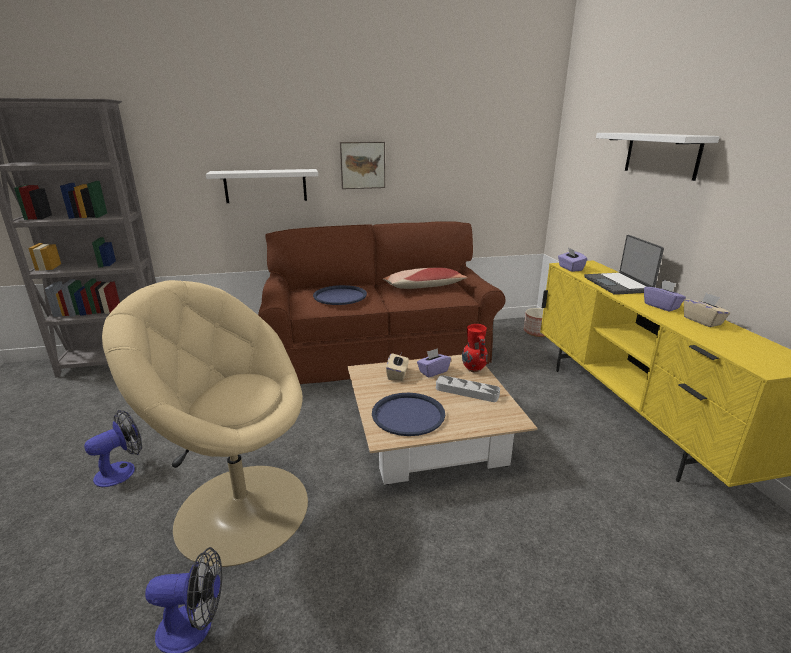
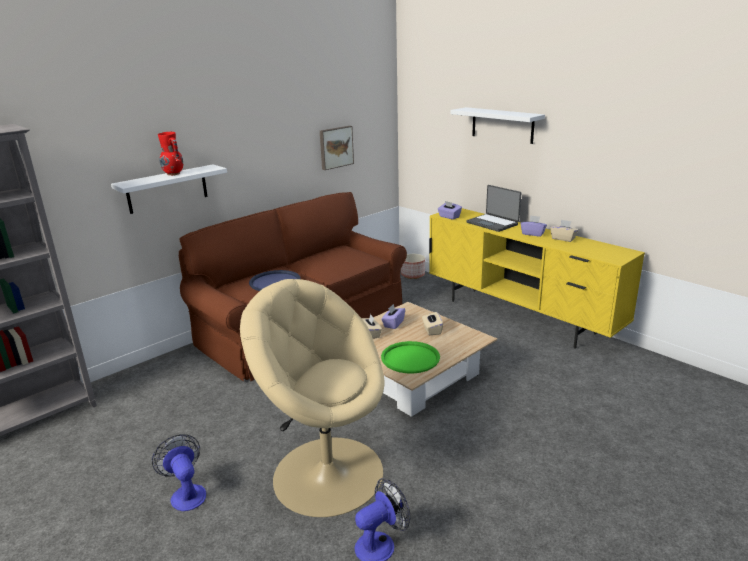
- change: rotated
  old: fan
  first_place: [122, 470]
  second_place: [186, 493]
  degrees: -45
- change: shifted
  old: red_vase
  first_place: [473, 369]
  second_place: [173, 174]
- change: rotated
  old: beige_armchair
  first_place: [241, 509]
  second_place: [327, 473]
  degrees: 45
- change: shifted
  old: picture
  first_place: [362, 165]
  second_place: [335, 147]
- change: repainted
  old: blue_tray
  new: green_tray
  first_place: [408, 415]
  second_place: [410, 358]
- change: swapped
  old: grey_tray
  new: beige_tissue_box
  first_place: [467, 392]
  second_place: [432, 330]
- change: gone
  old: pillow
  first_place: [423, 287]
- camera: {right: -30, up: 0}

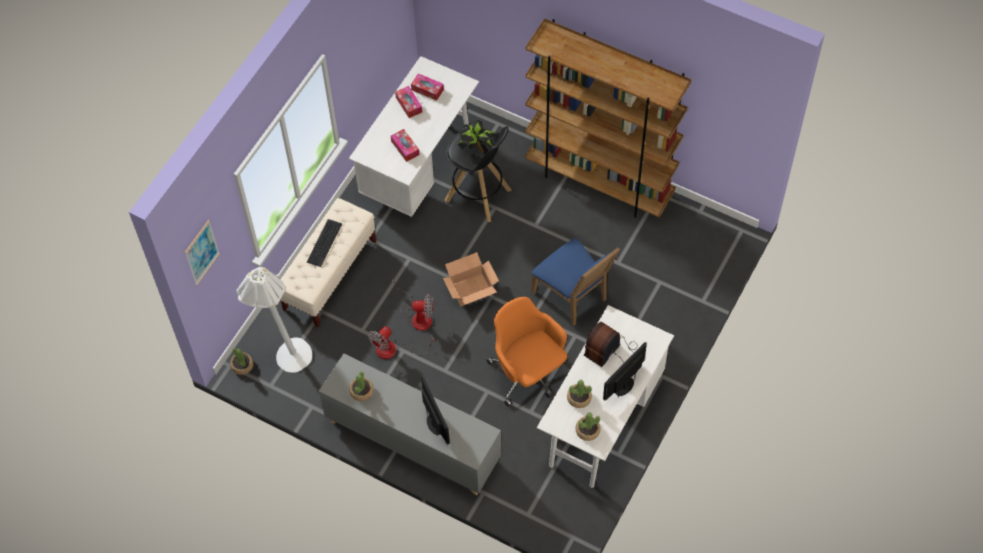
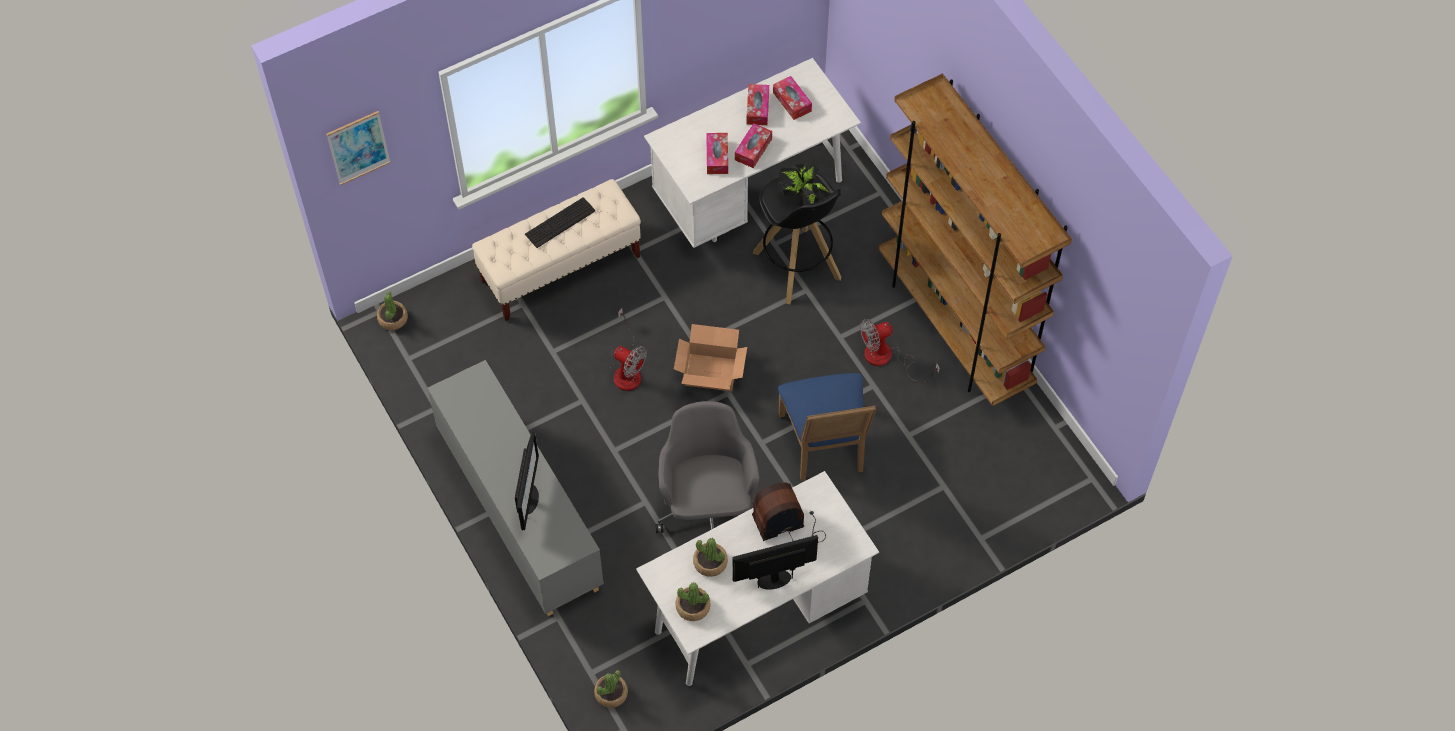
- change: shifted
  old: potted_plant
  first_place: [361, 391]
  second_place: [611, 693]
- change: repainted
  old: orange_office_chair
  new: grey_office_chair
  first_place: [528, 373]
  second_place: [708, 507]
- change: new
  new: tissue_box
  second_place: [753, 149]
- change: shifted
  old: fan
  first_place: [394, 349]
  second_place: [887, 358]
- change: gone
  old: white_floor_lamp
  first_place: [285, 356]
- camera: {right: 30, up: 0}

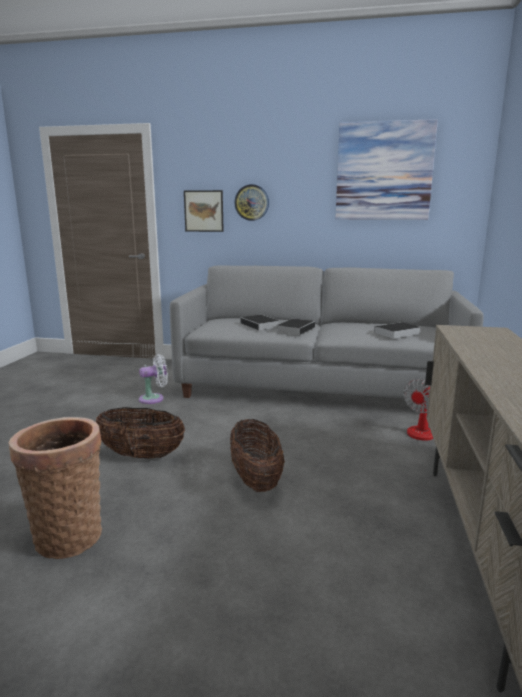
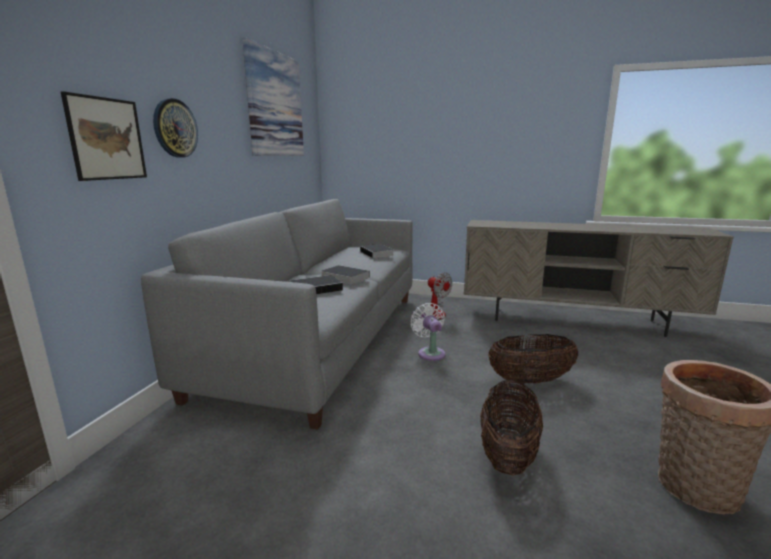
- change: shifted
  old: white_fan
  first_place: [154, 398]
  second_place: [430, 352]
- camera: {right: -85, up: 0}

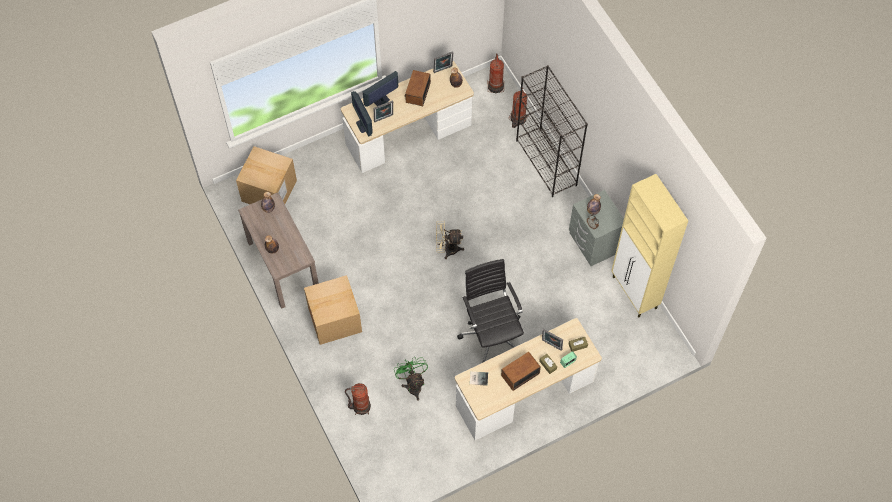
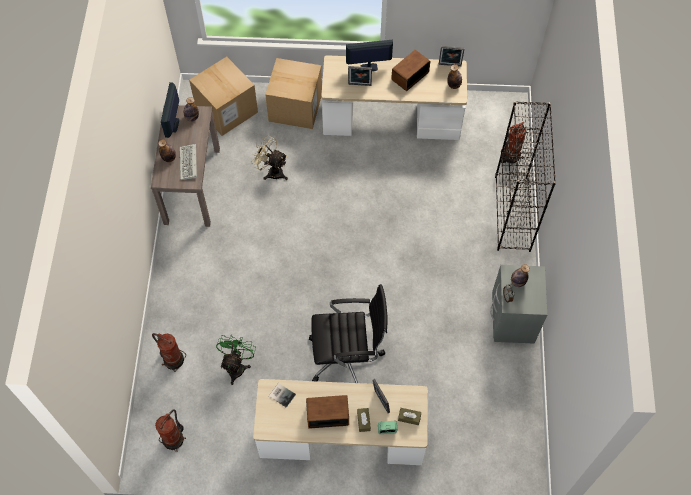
- change: shifted
  old: fire_extinguisher
  first_place: [496, 86]
  second_place: [174, 439]
- change: shifted
  old: monitor
  first_place: [362, 126]
  second_place: [173, 125]
- change: new
  new: keyboard
  second_place: [189, 163]
- change: shifted
  old: beige_fan
  first_place: [447, 249]
  second_place: [272, 171]
- change: shifted
  old: cardboard_box
  first_place: [334, 319]
  second_place: [295, 107]
- change: rotated
  old: black_office_chair
  first_place: [491, 334]
  second_place: [347, 357]
  degrees: 75
- change: gone
  old: beige_cabinet
  first_place: [634, 293]
- camera: {right: 30, up: 0}

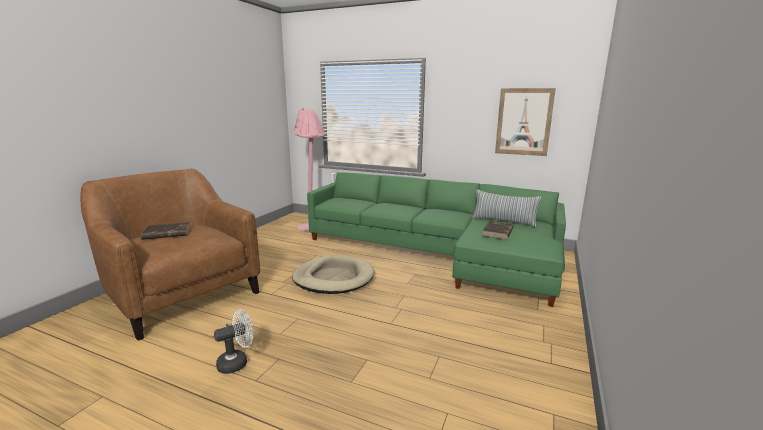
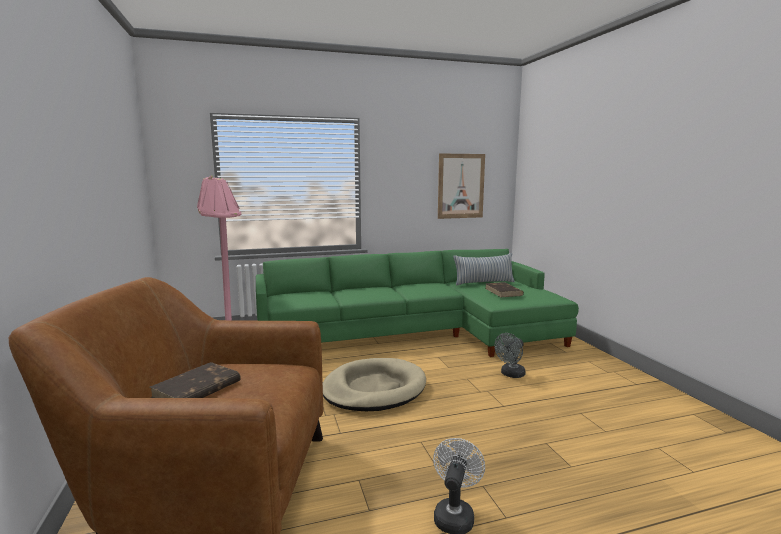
- change: new
  new: grey_fan
  second_place: [510, 374]
- camera: {right: -40, up: -5}

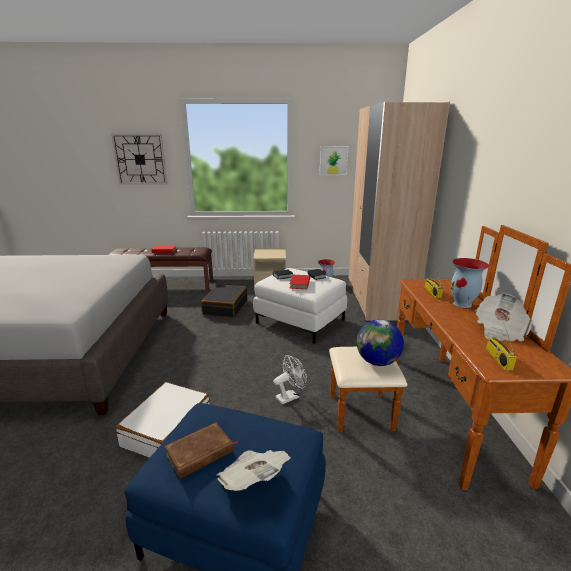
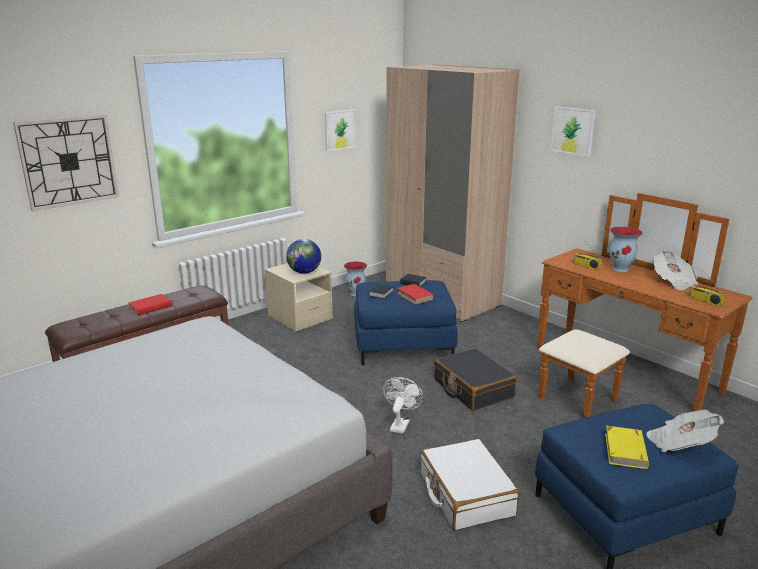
- change: shifted
  old: globe
  first_place: [377, 362]
  second_place: [304, 272]
- change: repainted
  old: white_ottoman
  new: blue_ottoman
  first_place: [300, 321]
  second_place: [403, 345]
- change: shifted
  old: white_fan
  first_place: [290, 396]
  second_place: [400, 424]
- change: shifted
  old: black_suitcase
  first_place: [225, 307]
  second_place: [472, 389]
- change: new
  new: picture
  second_place: [573, 131]
- change: repainted
  old: brown_book
  new: yellow_book
  first_place: [200, 453]
  second_place: [625, 450]
- camera: {right: -40, up: 0}

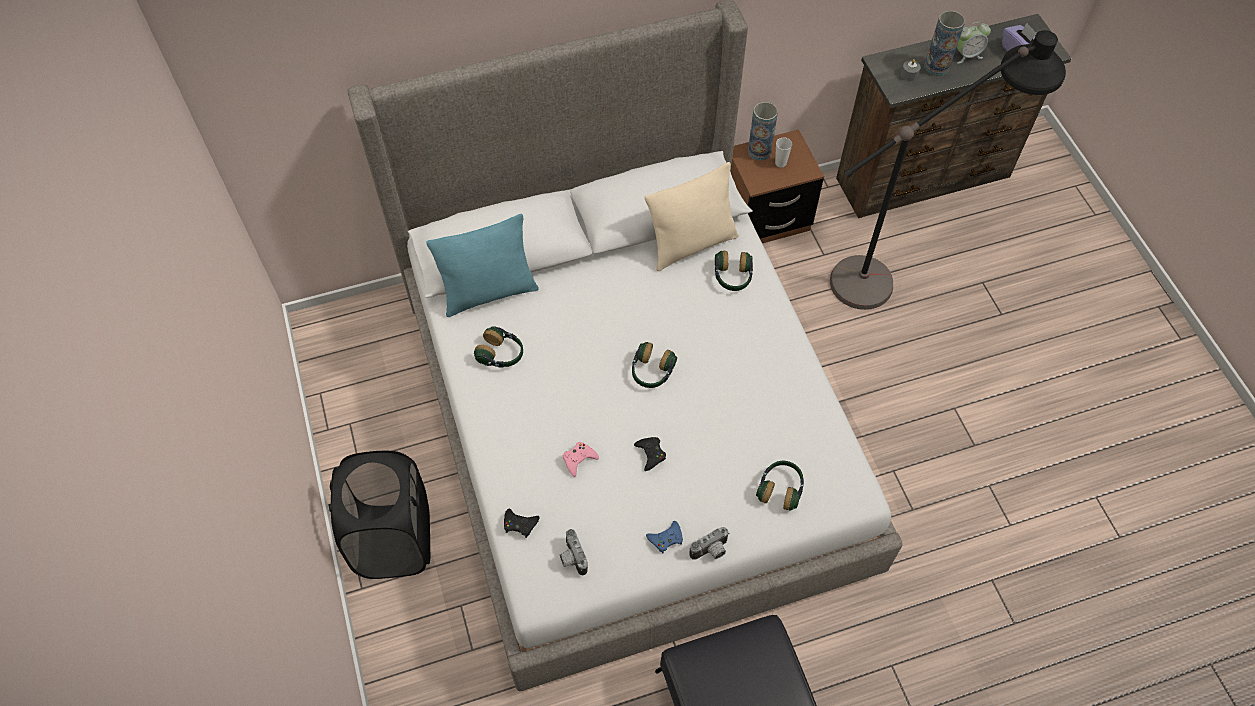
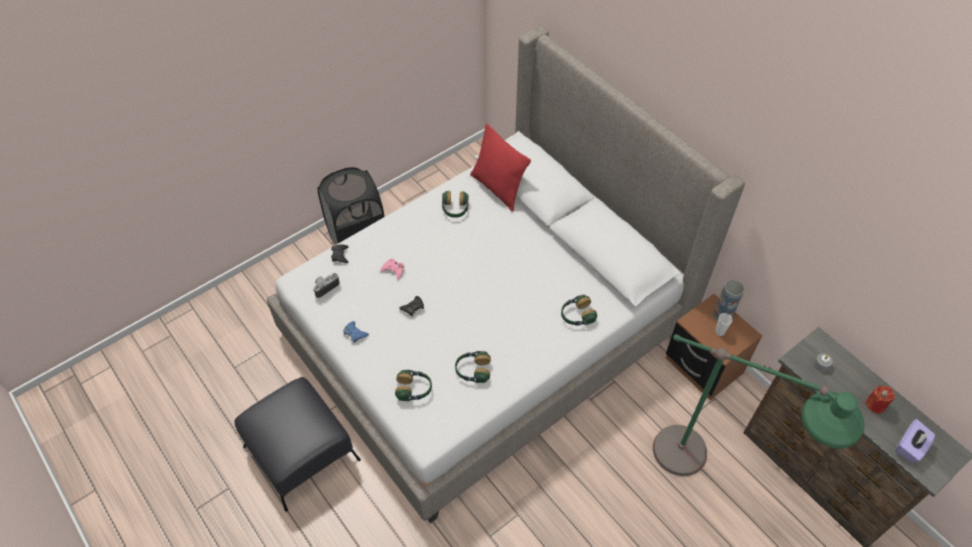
- change: shifted
  old: headphones
  first_place: [651, 372]
  second_place: [472, 371]
- change: repainted
  old: turquoise_pillow
  new: red_pillow
  first_place: [489, 293]
  second_place: [498, 188]
- change: repainted
  old: black_floor_lamp
  new: green_floor_lamp
  first_place: [900, 268]
  second_place: [710, 477]
- change: swapped
  old: alarm_clock
  new: red_candle
  first_place: [967, 55]
  second_place: [875, 404]
- change: gone
  old: beige_pillow
  first_place: [691, 245]
- change: gone
  old: photo_camera
  first_place: [711, 551]
- change: gone
  old: vase
  first_place: [936, 67]
- camera: {right: 70, up: -5}

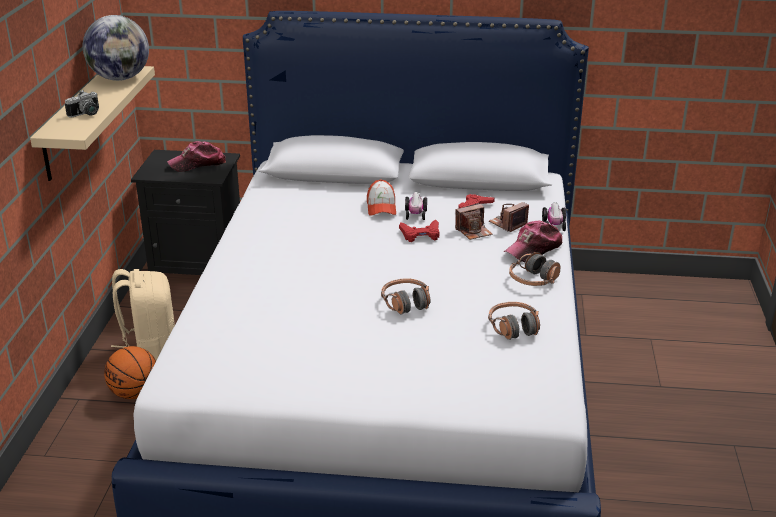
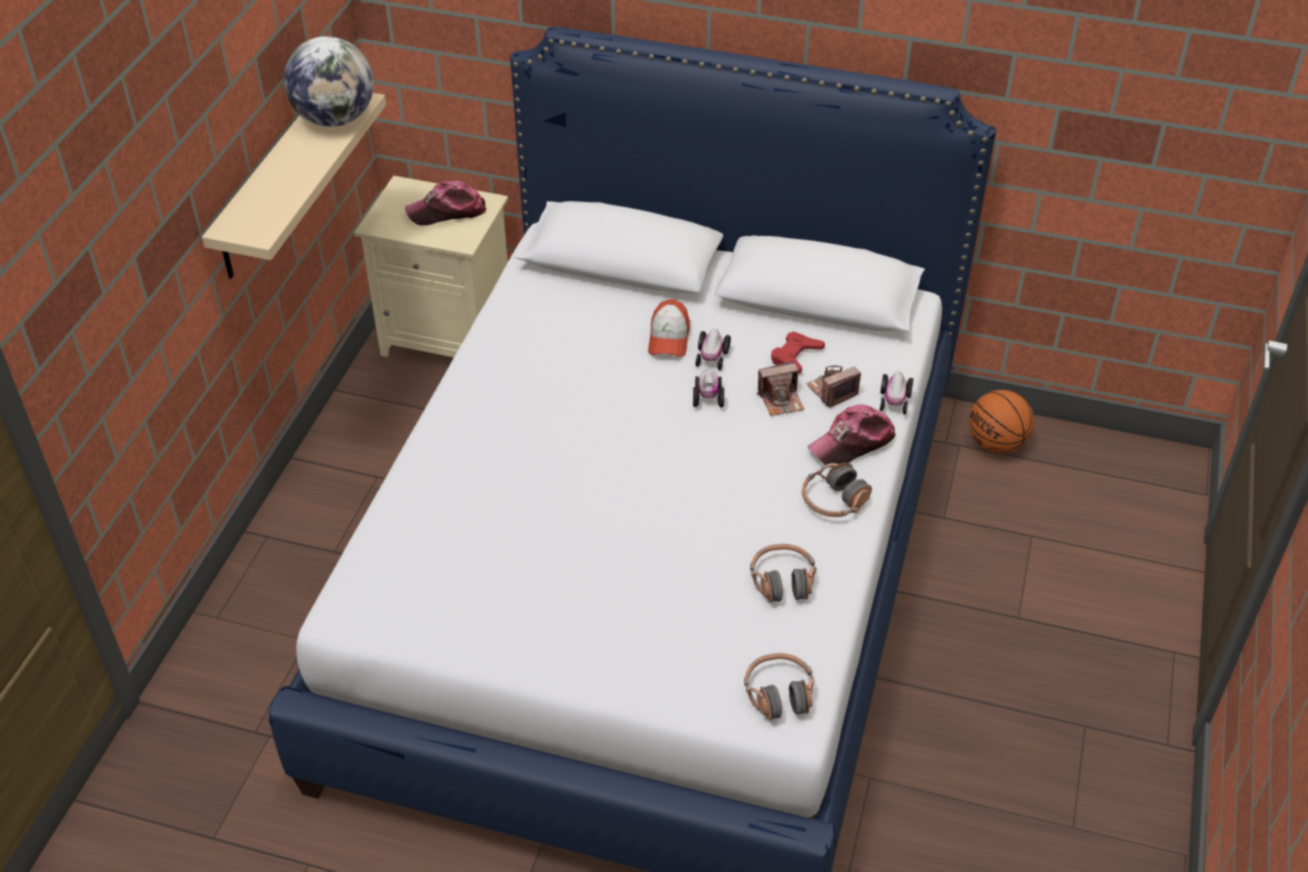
- change: repainted
  old: black_nightstand
  new: beige_nightstand
  first_place: [200, 269]
  second_place: [450, 337]
- change: swapped
  old: red_game_controller
  new: toy_car
  first_place: [420, 234]
  second_place: [708, 397]
- change: shifted
  old: headphones
  first_place: [406, 303]
  second_place: [779, 694]
- change: shifted
  old: basketball
  first_place: [134, 393]
  second_place: [996, 444]
- change: gone
  old: photo_camera
  first_place: [86, 114]
- change: gone
  old: beige_backpack
  first_place: [149, 351]
- camera: {right: 10, up: 15}

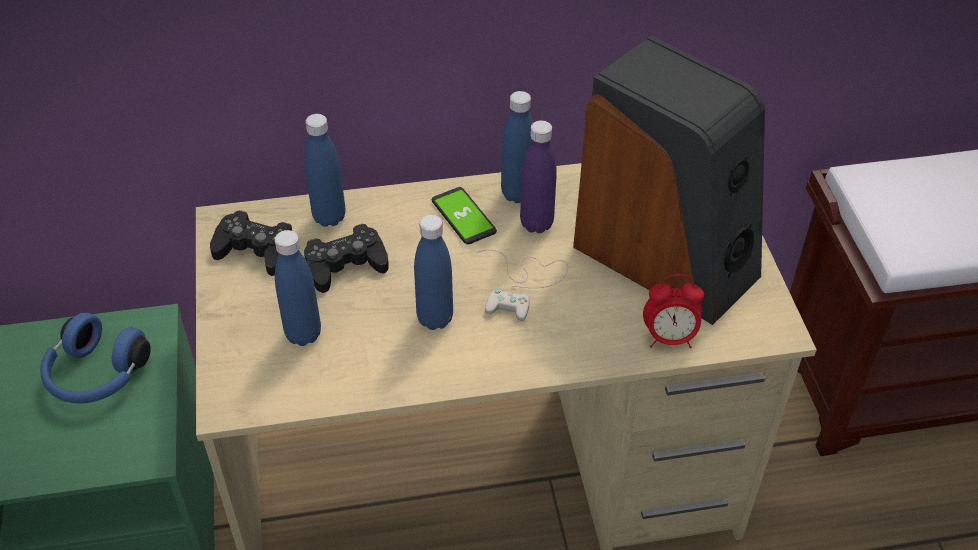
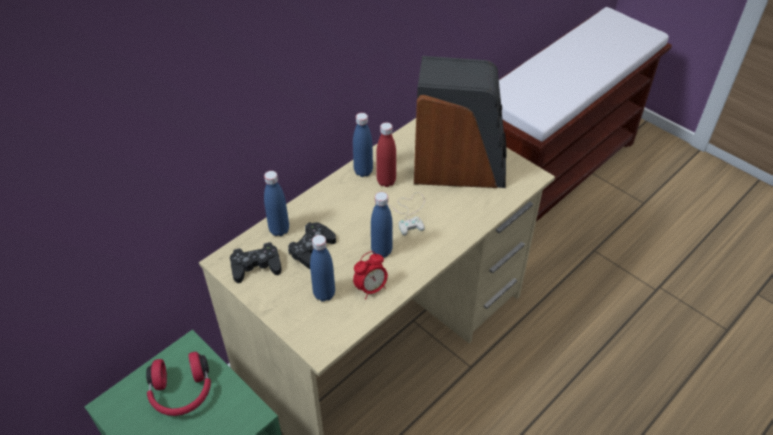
- change: repainted
  old: blue_headphones
  new: red_headphones
  first_place: [96, 376]
  second_place: [182, 393]
- change: shifted
  old: alarm_clock
  first_place: [669, 338]
  second_place: [371, 289]
- change: repainted
  old: purple_bottle
  new: red_bottle
  first_place: [536, 224]
  second_place: [386, 181]
- change: gone
  old: phone
  first_place: [463, 216]
- camera: {right: -35, up: 0}

